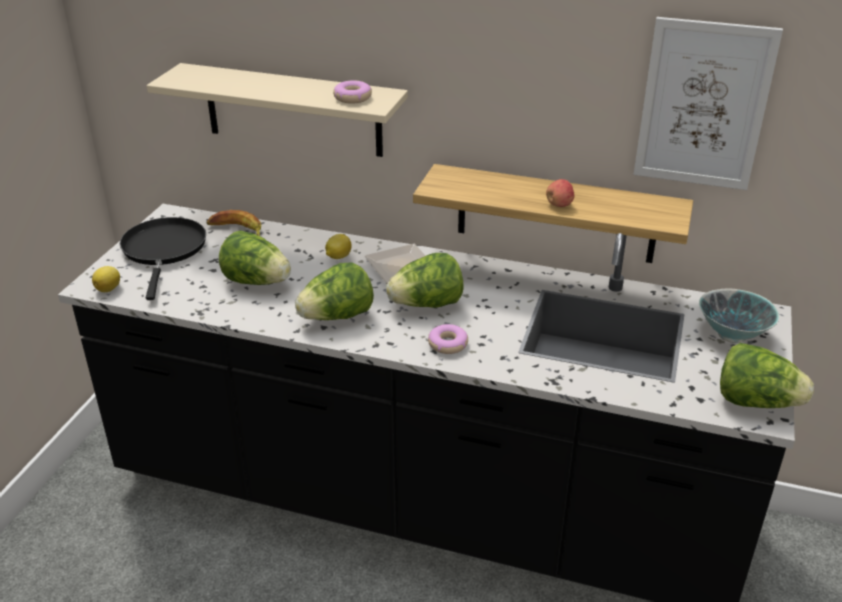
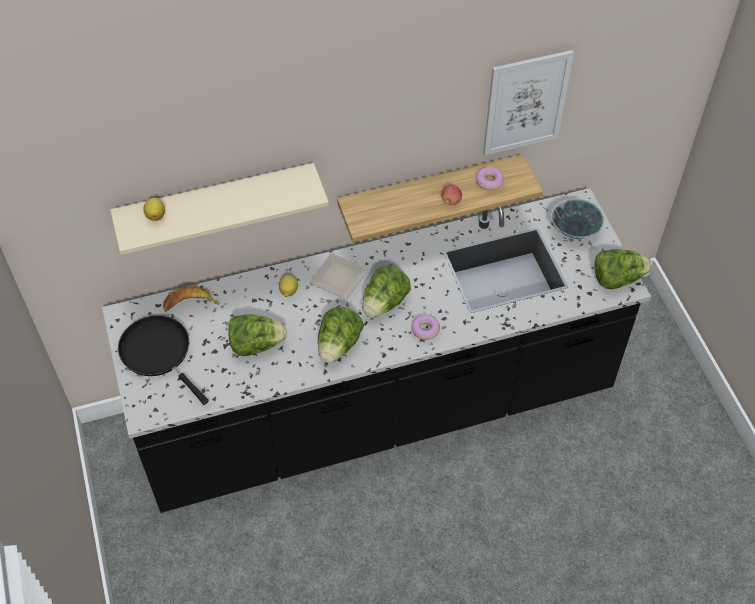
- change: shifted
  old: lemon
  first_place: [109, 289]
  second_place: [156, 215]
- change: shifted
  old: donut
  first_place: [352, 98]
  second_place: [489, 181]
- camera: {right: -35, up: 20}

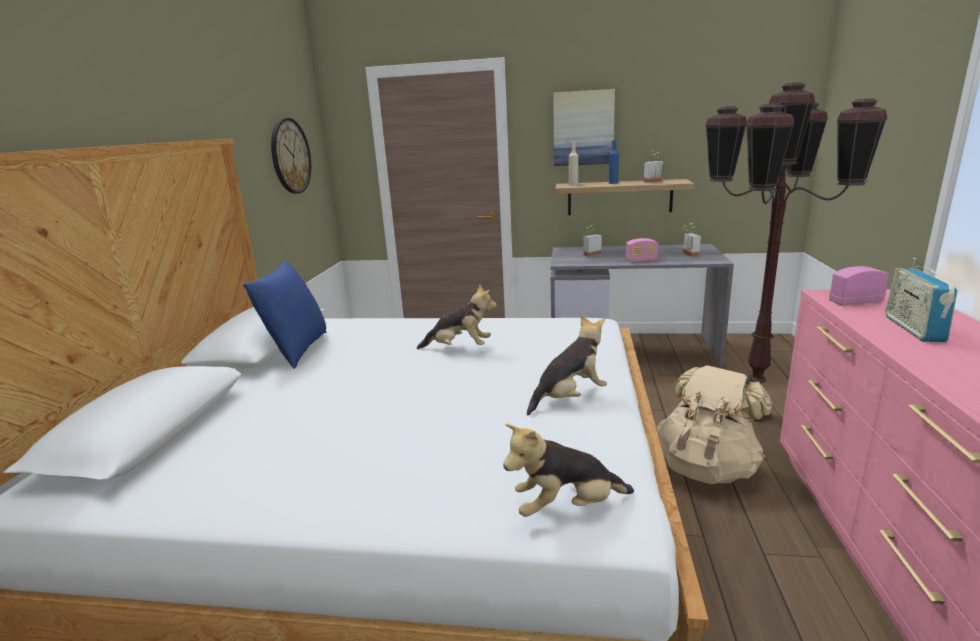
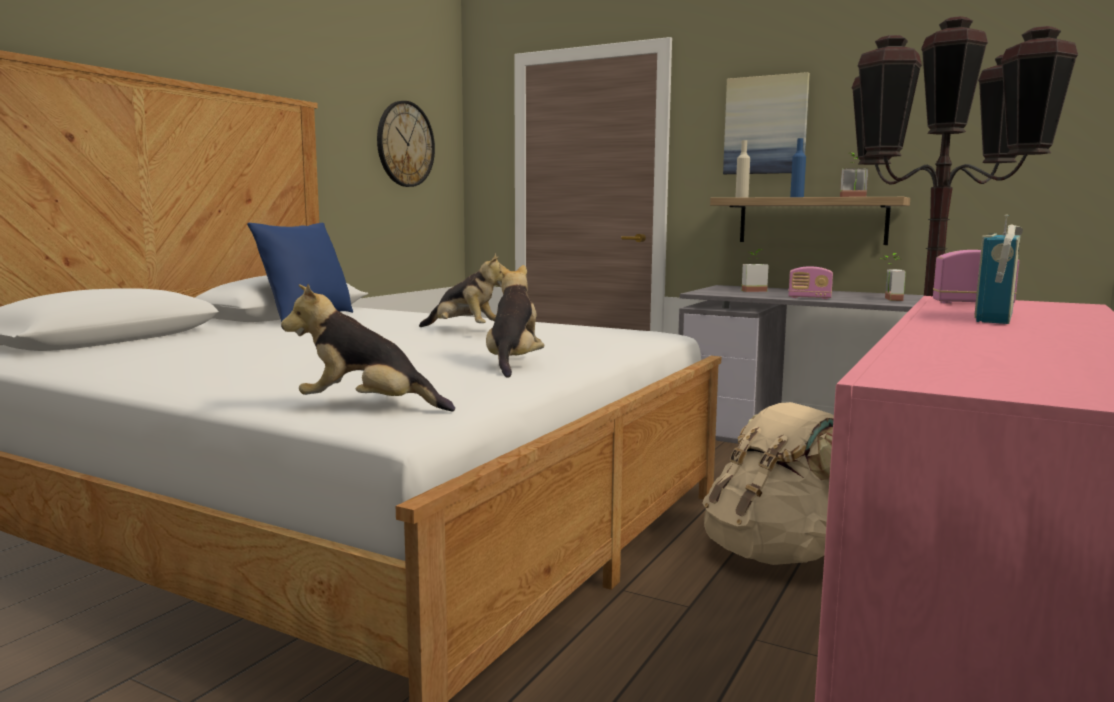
- change: rotated
  old: plush_toy
  first_place: [569, 398]
  second_place: [513, 363]
  degrees: -75
- camera: {right: 20, up: -10}

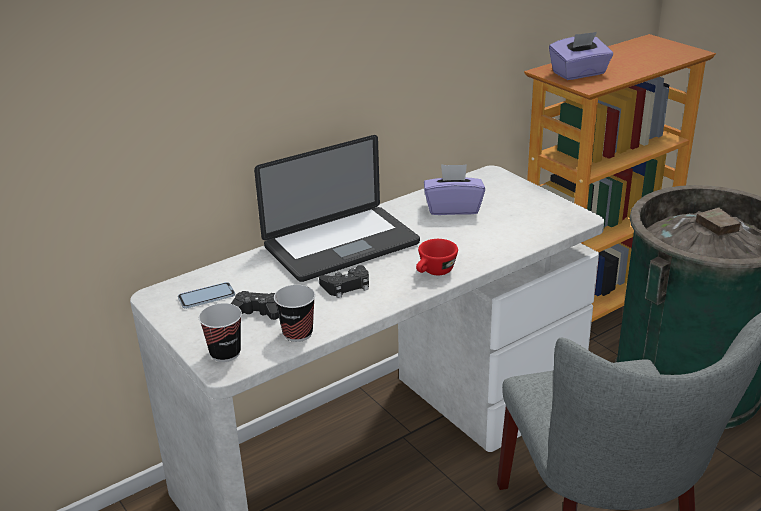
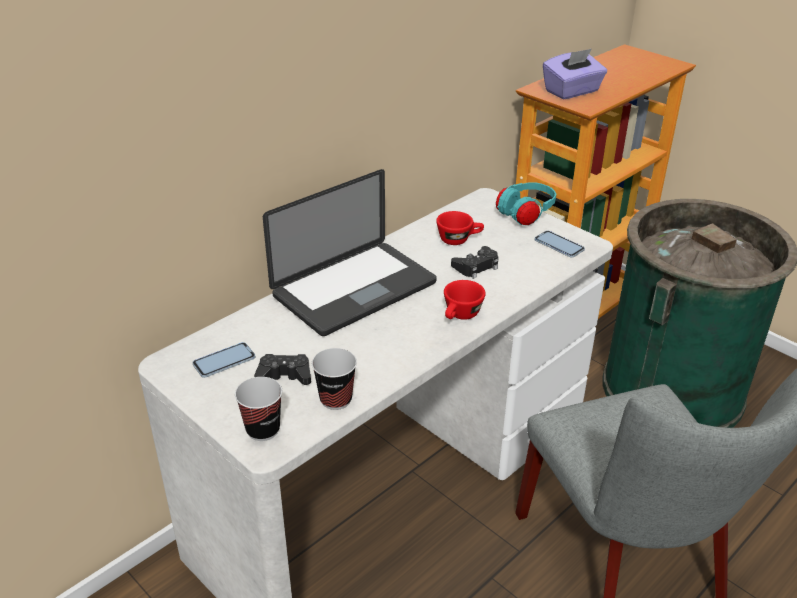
- change: swapped
  old: purple_tissue_box
  new: red_cup
  first_place: [453, 208]
  second_place: [459, 239]
- change: shifted
  old: black_game_controller
  first_place: [346, 286]
  second_place: [476, 266]
- change: new
  new: turquoise_headphones
  second_place: [525, 215]
- change: new
  new: phone
  second_place: [559, 245]
- camera: {right: -10, up: 5}

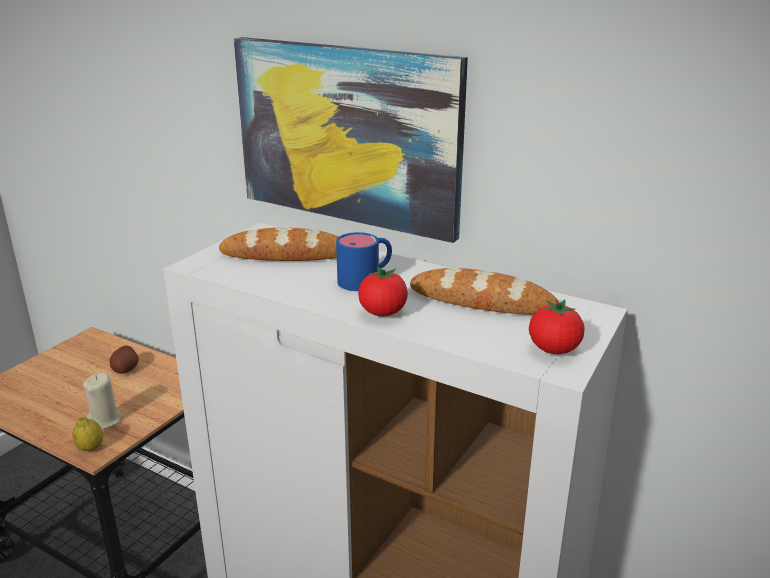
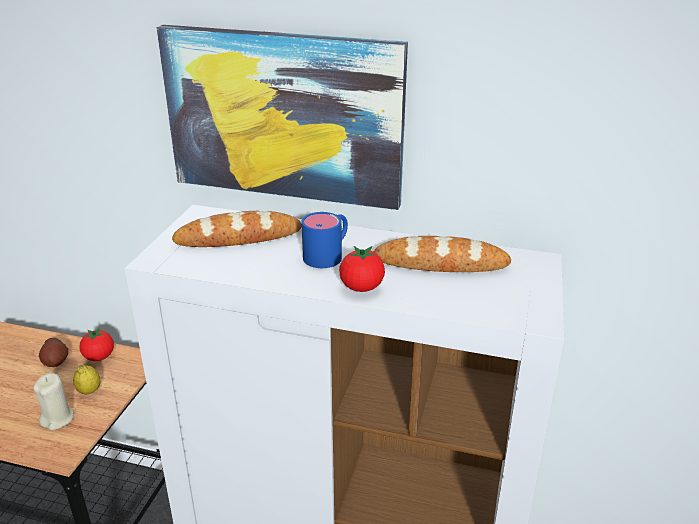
- change: shifted
  old: lemon
  first_place: [90, 448]
  second_place: [89, 391]
- change: shifted
  old: tomato
  first_place: [554, 350]
  second_place: [99, 357]
- camera: {right: -15, up: 5}

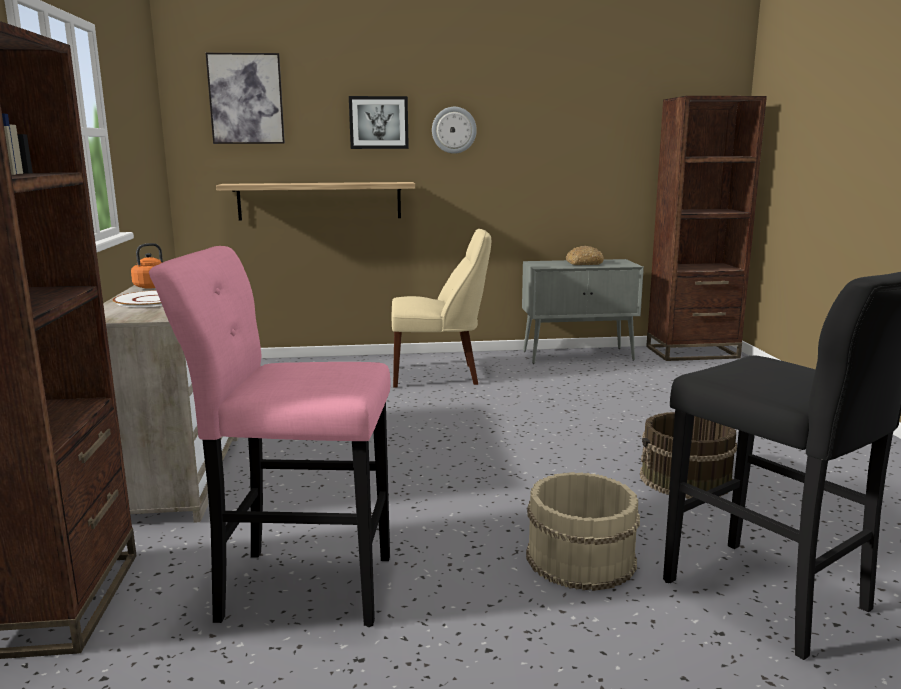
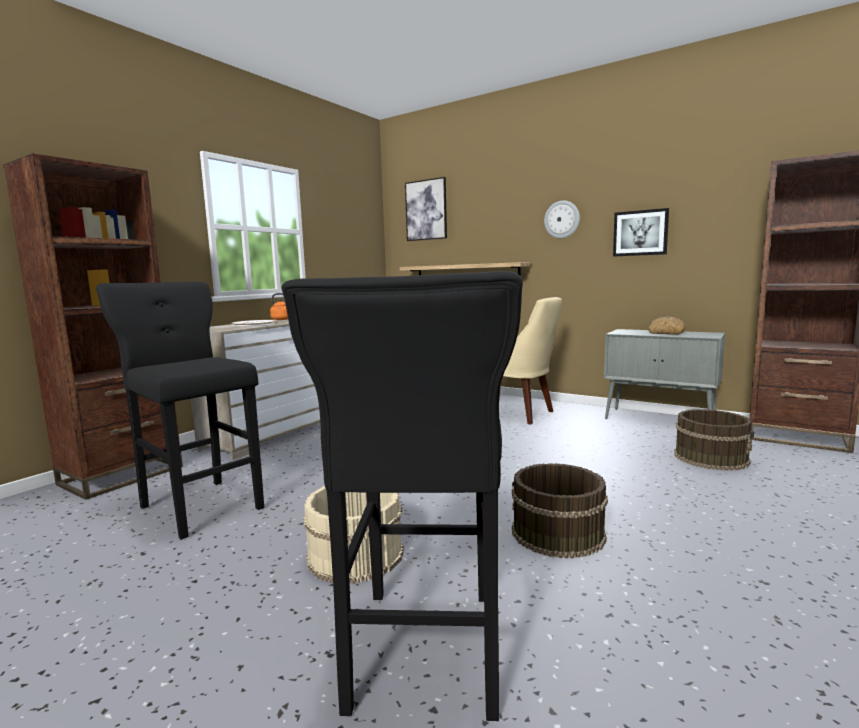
- change: repainted
  old: pink_stool
  new: black_stool
  first_place: [297, 587]
  second_place: [199, 505]
- change: shifted
  old: picture
  first_place: [378, 122]
  second_place: [640, 233]
- change: new
  new: brown_bucket
  second_place: [711, 457]
- camera: {right: 40, up: -5}

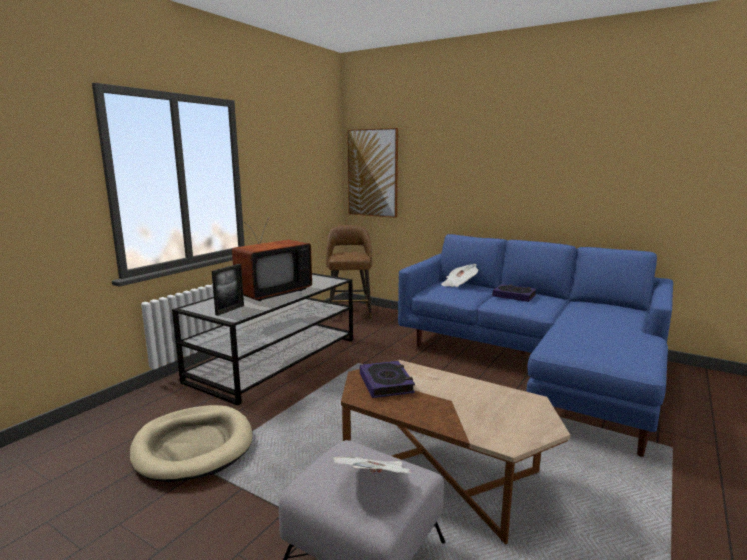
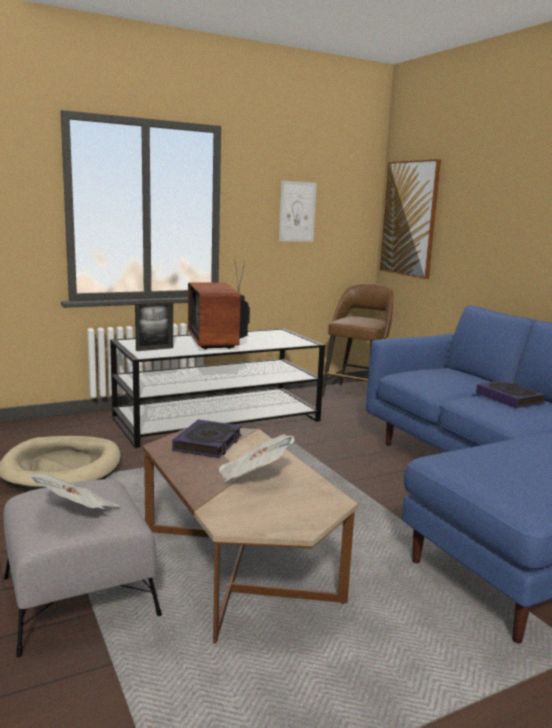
- change: rotated
  old: television
  first_place: [271, 292]
  second_place: [218, 342]
  degrees: 90
- change: shifted
  old: newspaper
  first_place: [458, 284]
  second_place: [253, 476]
- change: new
  new: picture
  second_place: [297, 211]
- camera: {right: 30, up: 0}

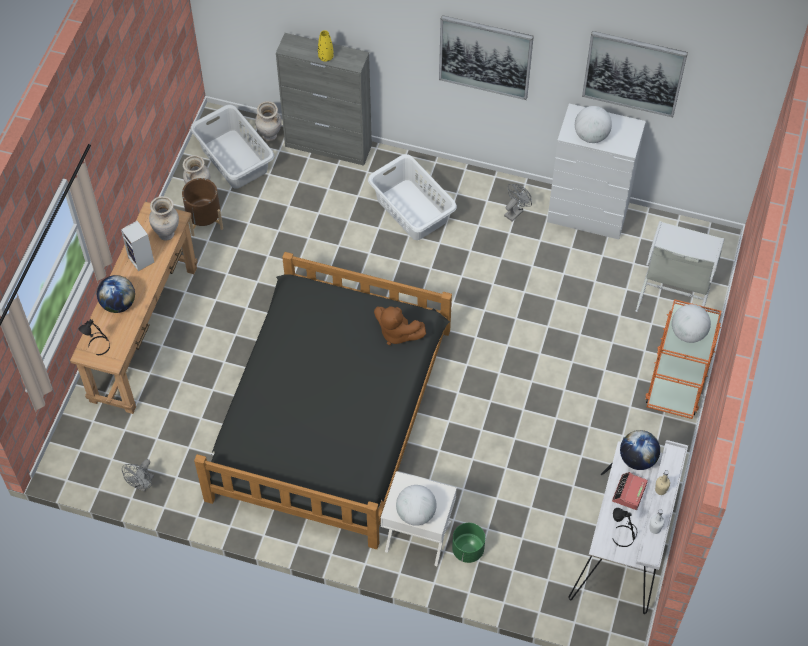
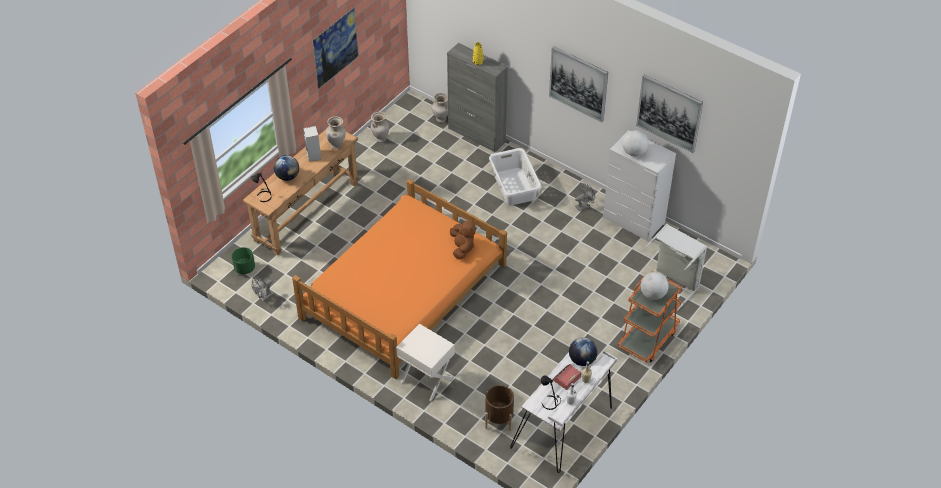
- change: shifted
  old: green_planter
  first_place: [468, 550]
  second_place: [244, 268]
- change: repainted
  old: black_bed
  new: orange_bed
  first_place: [330, 412]
  second_place: [404, 290]
- change: new
  new: picture
  second_place: [337, 60]
- change: rotated
  old: brown_plush_toy
  first_place: [396, 333]
  second_place: [462, 248]
  degrees: -150
- change: shifted
  old: brown_planter
  first_place: [204, 220]
  second_place: [499, 418]
- change: gone
  old: grey_laundry_basket
  first_place: [234, 159]
- change: gone
  old: globe
  first_place: [416, 513]
- camera: {right: 20, up: -10}

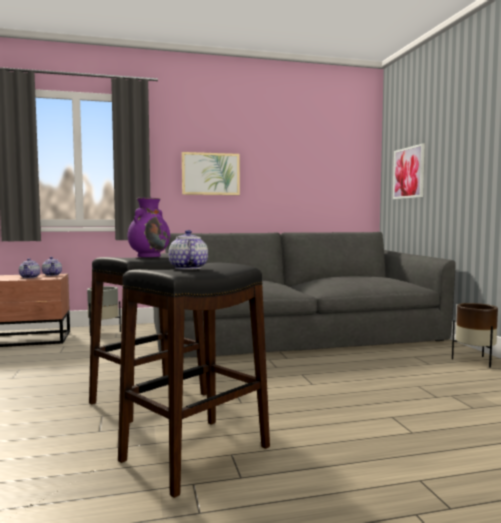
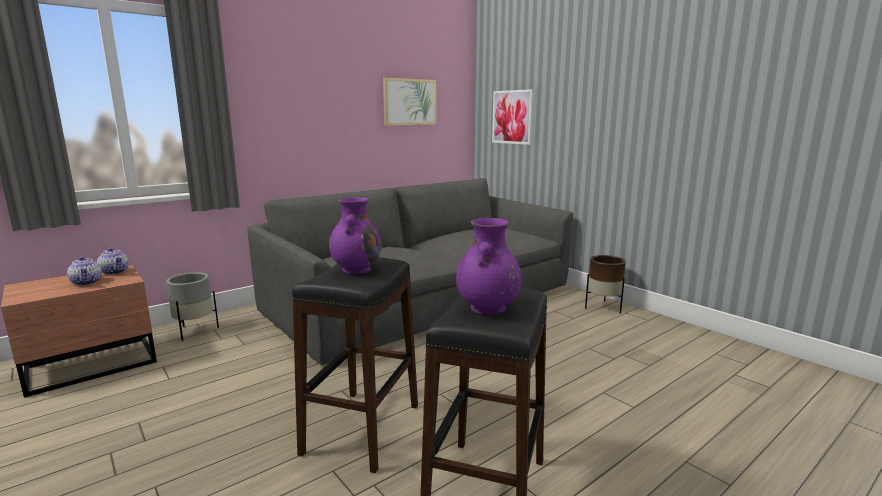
- change: shifted
  old: picture
  first_place: [210, 174]
  second_place: [409, 102]
- change: swapped
  old: teapot
  new: purple_vase
  first_place: [187, 268]
  second_place: [487, 308]
- camera: {right: -25, up: 10}

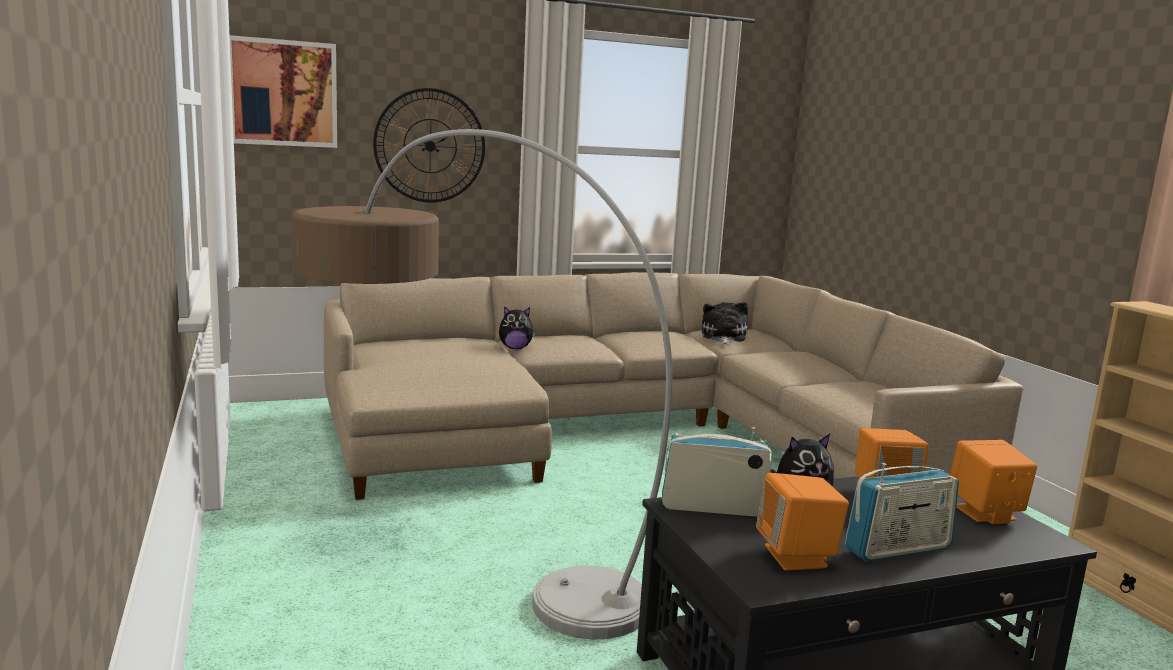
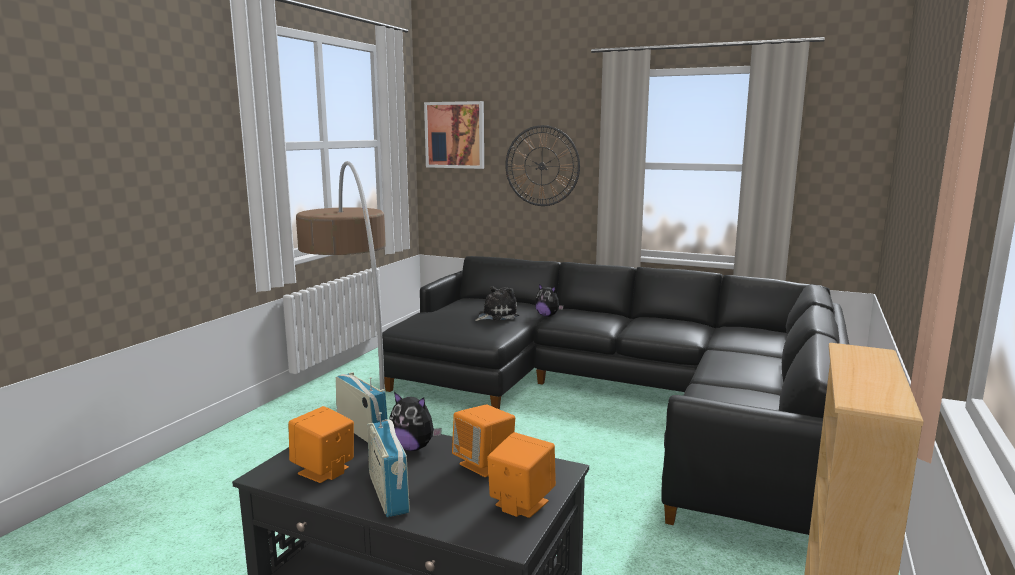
- change: rotated
  old: radio
  first_place: [898, 549]
  second_place: [388, 494]
  degrees: 45
- change: repainted
  old: beige_sofa
  new: black_sofa
  first_place: [635, 433]
  second_place: [624, 400]
- change: shifted
  old: plush_toy
  first_place: [723, 337]
  second_place: [496, 315]
- camera: {right: 45, up: 0}

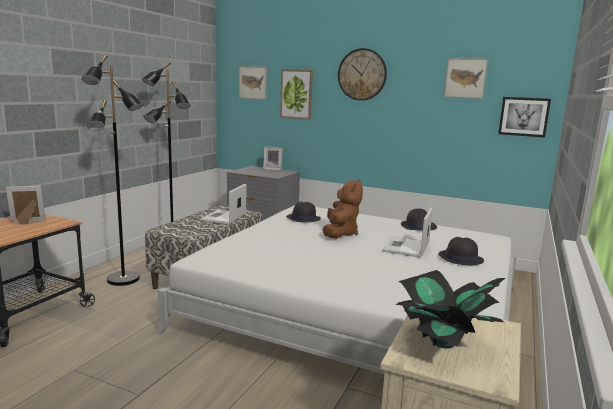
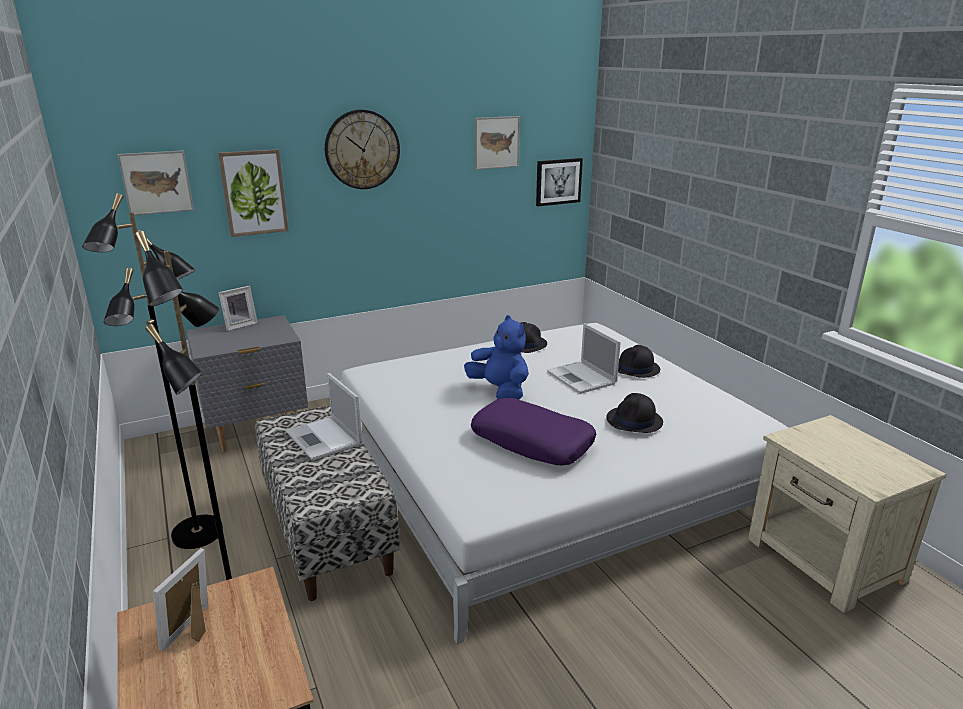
- change: repainted
  old: brown_plush_toy
  new: blue_plush_toy
  first_place: [340, 233]
  second_place: [500, 391]
- change: new
  new: purple_pillow
  second_place: [532, 442]
- change: shifted
  old: black_hat
  first_place: [303, 218]
  second_place: [634, 421]
- change: gone
  old: potted_plant
  first_place: [442, 343]
- camera: {right: -50, up: 10}

